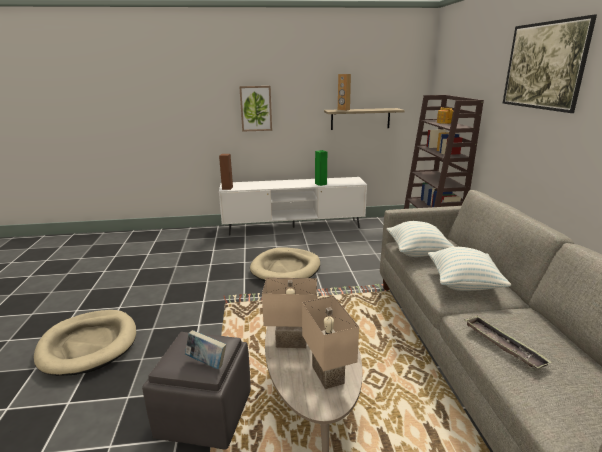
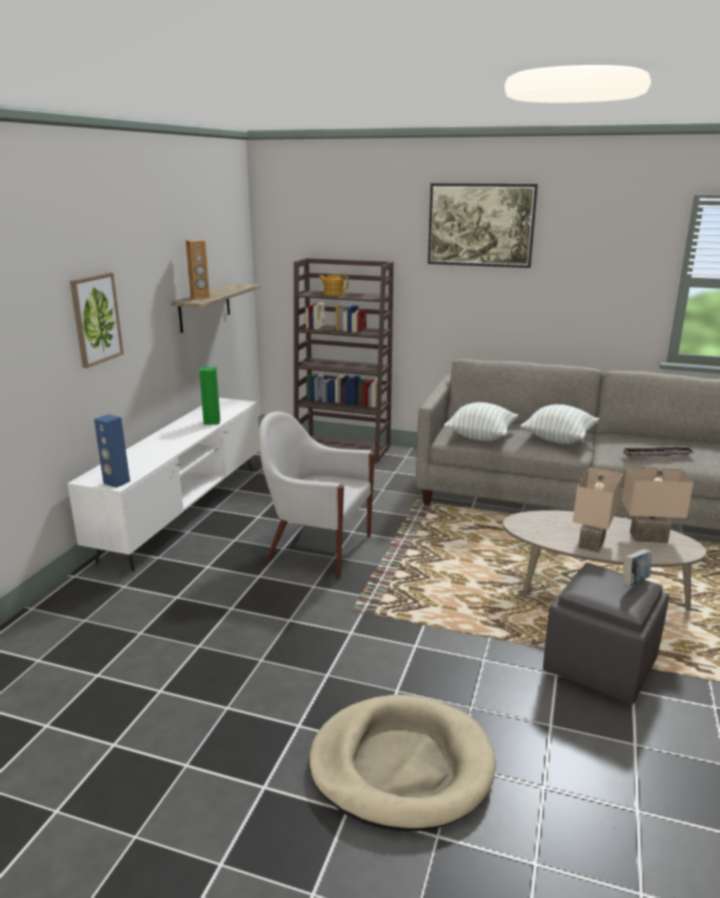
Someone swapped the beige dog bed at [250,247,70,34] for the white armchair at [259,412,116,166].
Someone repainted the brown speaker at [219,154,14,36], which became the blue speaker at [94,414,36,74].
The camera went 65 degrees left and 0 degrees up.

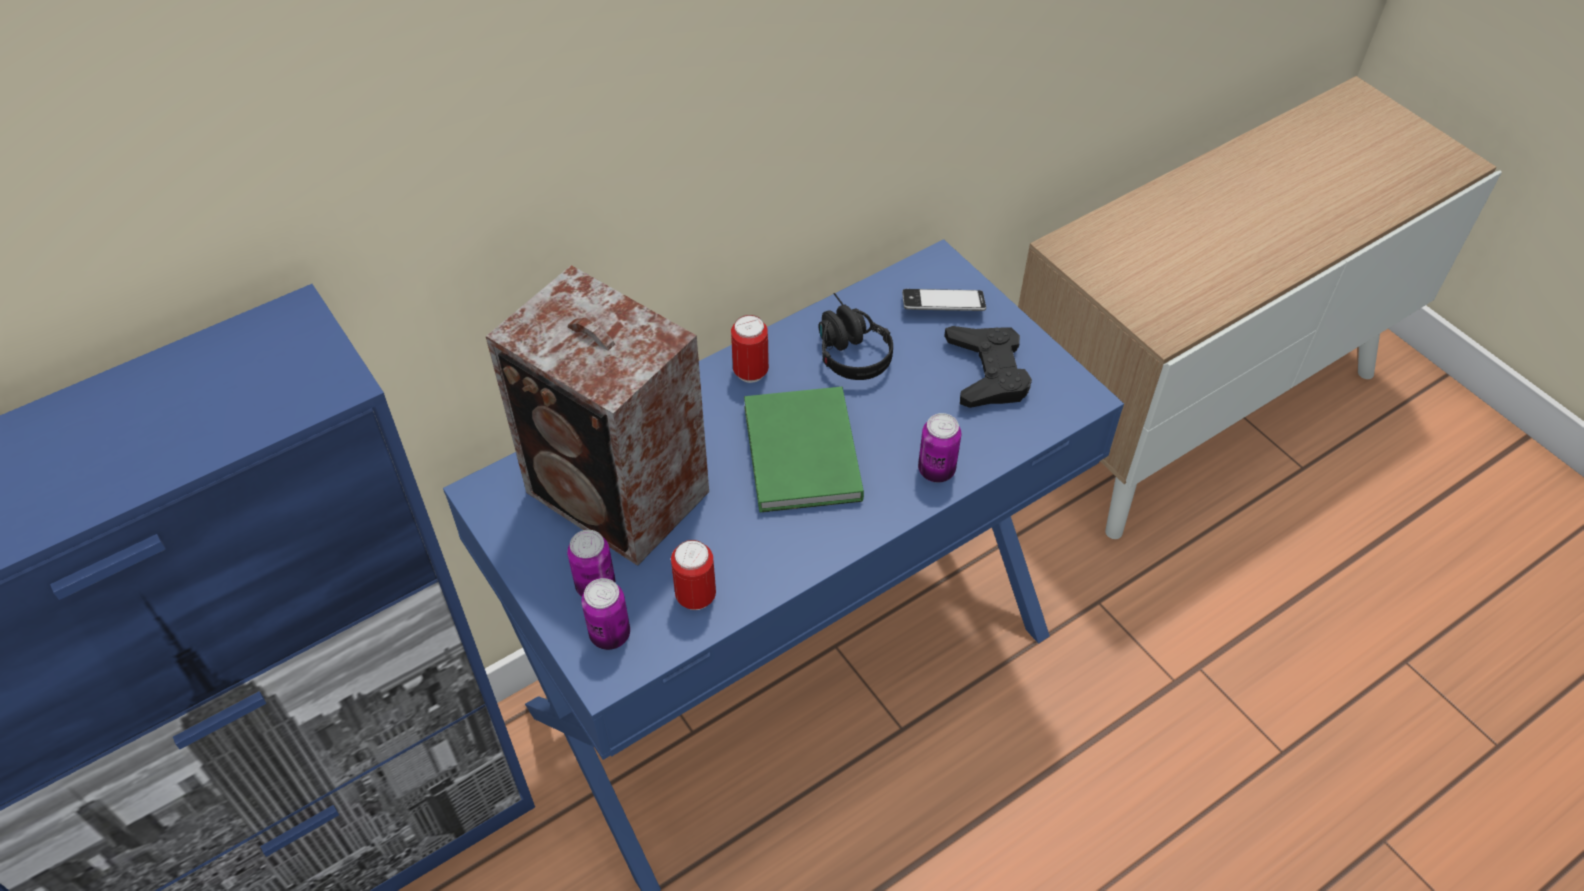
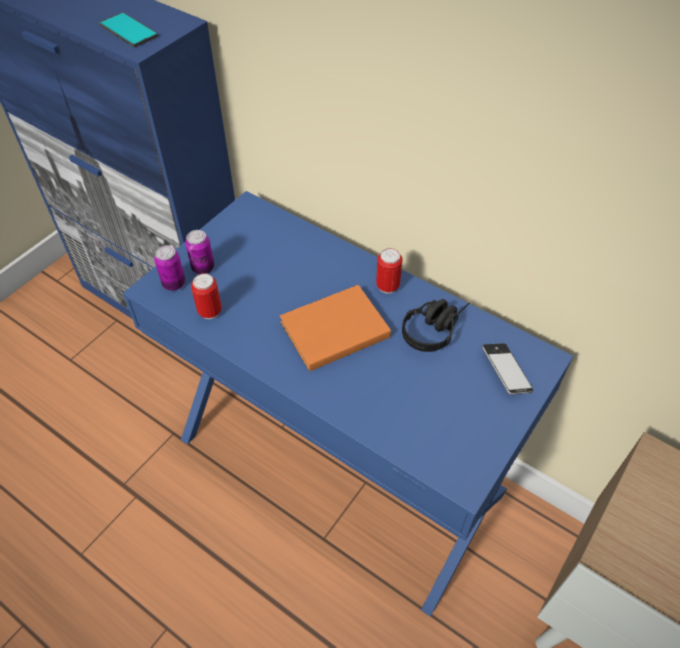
Someone took away the speaker at [486,265,223,301].
Someone took away the can at [918,413,43,69].
Someone took away the black game controller at [944,326,88,82].
Someone put down the phone at [99,12,59,36].
Someone repainted the green book at [744,387,120,125], which became the orange book at [280,285,111,86].
The camera went 70 degrees right and 0 degrees up.

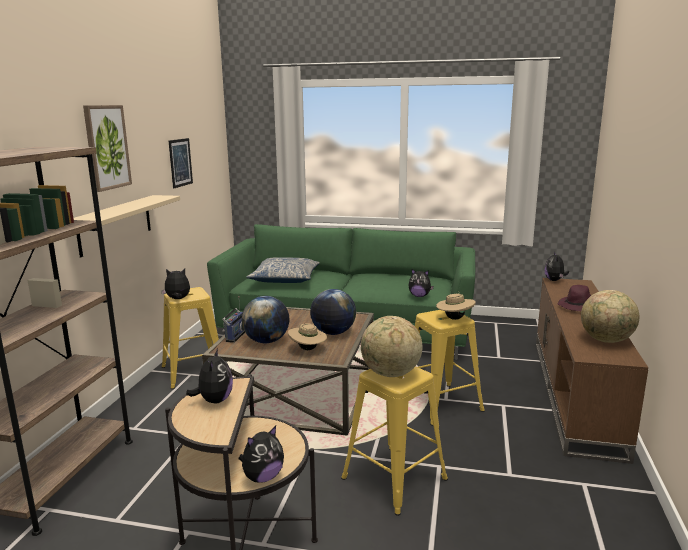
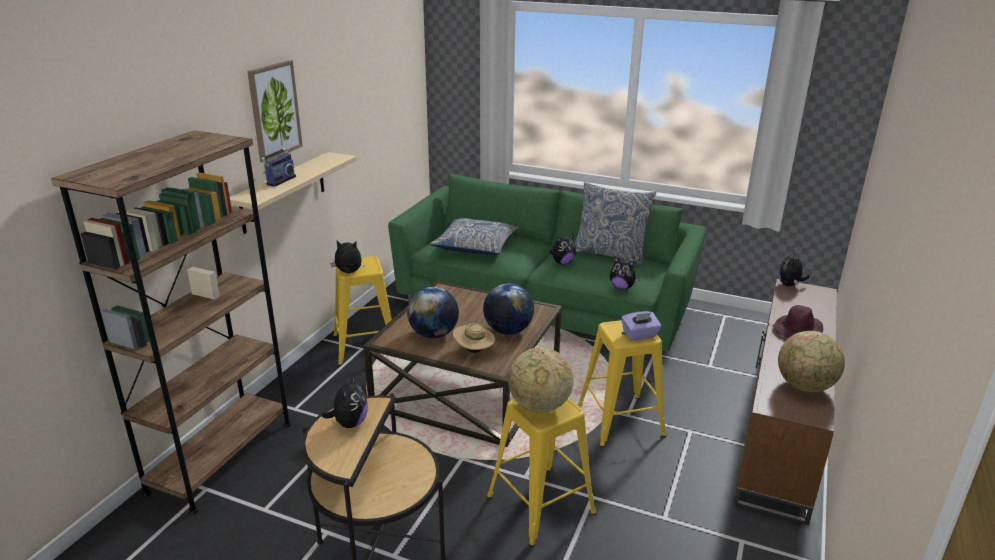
Someone took away the picture at [169,138,24,50].
Someone put down the pillow at [575,182,81,83].
Someone carried the radio from [222,296,23,47] to [261,135,35,52].
Someone carried the plush toy from [239,426,45,57] to [549,234,27,31].
Someone swapped the beige hat at [436,291,40,29] for the purple tissue box at [621,311,40,29].
The camera went 10 degrees right and 10 degrees up.

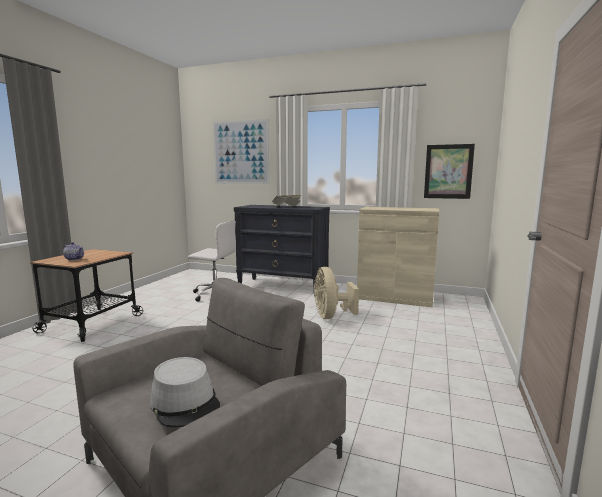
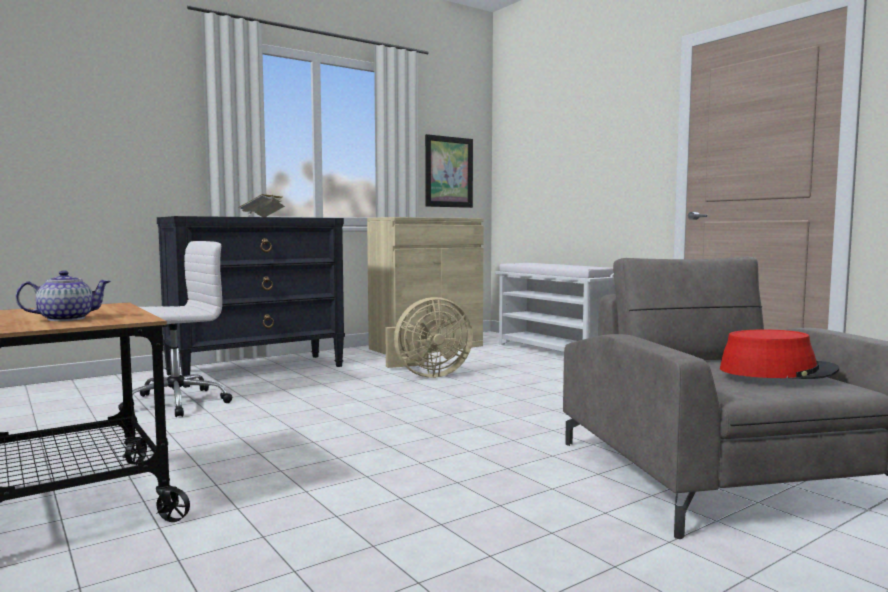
Someone took away the picture at [213,119,56,65].
Someone put down the white bench at [495,263,121,89].
Someone repainted the grey hat at [150,357,70,70], which became the red hat at [720,330,119,49].
Someone rotated the beige fan at [314,267,45,52] by 45 degrees counterclockwise.
The camera went 55 degrees left and 5 degrees down.

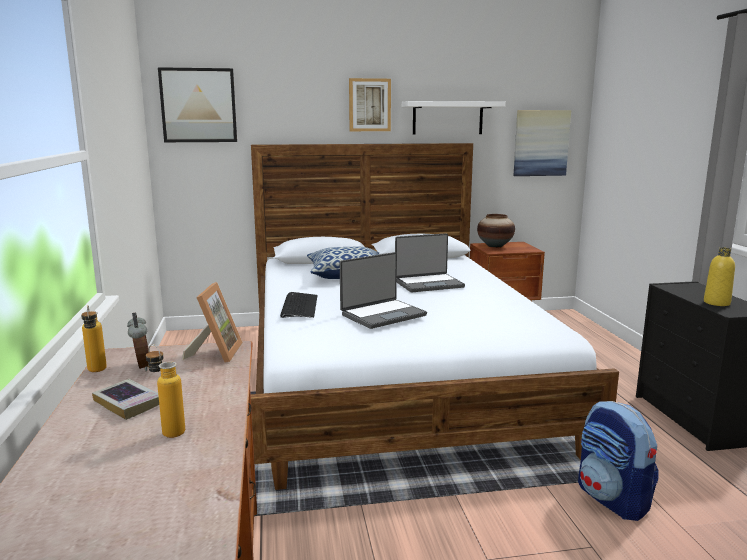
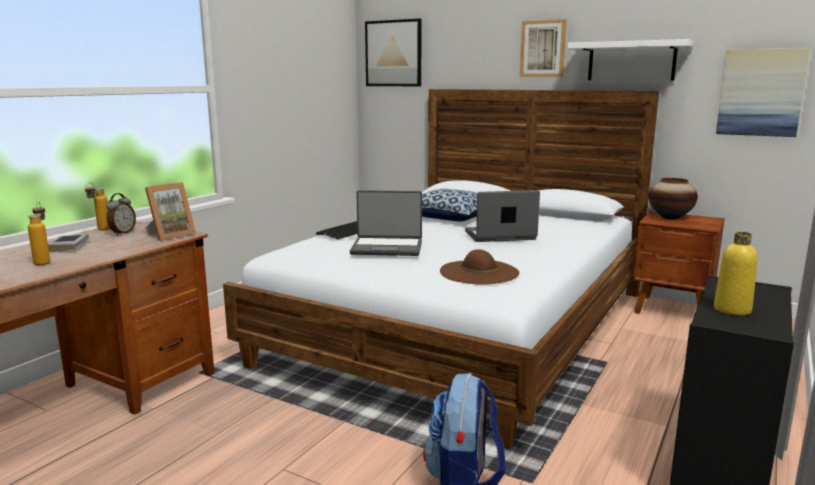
Someone put down the brown hat at [440,249,79,36].
Someone rotated the laptop at [395,233,70,59] by 150 degrees clockwise.
The camera went 40 degrees right and 0 degrees up.

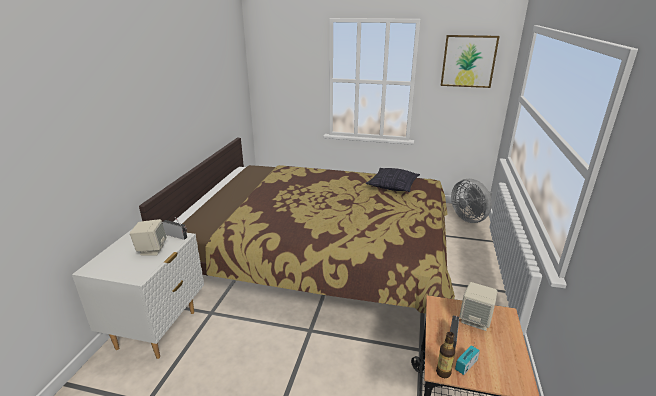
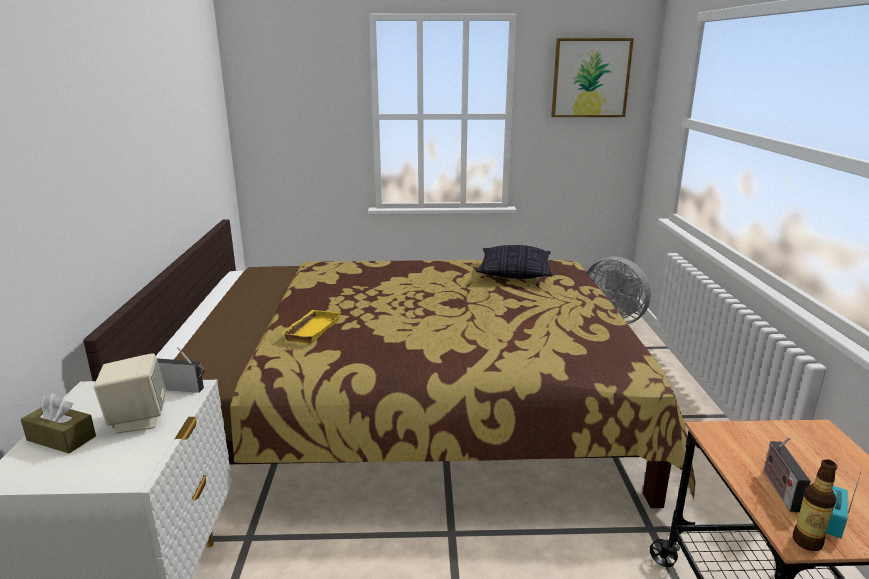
Someone took away the beige speaker at [459,282,38,49].
Someone put down the brown tissue box at [21,393,75,60].
Someone put down the yellow tray at [282,310,59,34].
The camera went 15 degrees left and 5 degrees down.

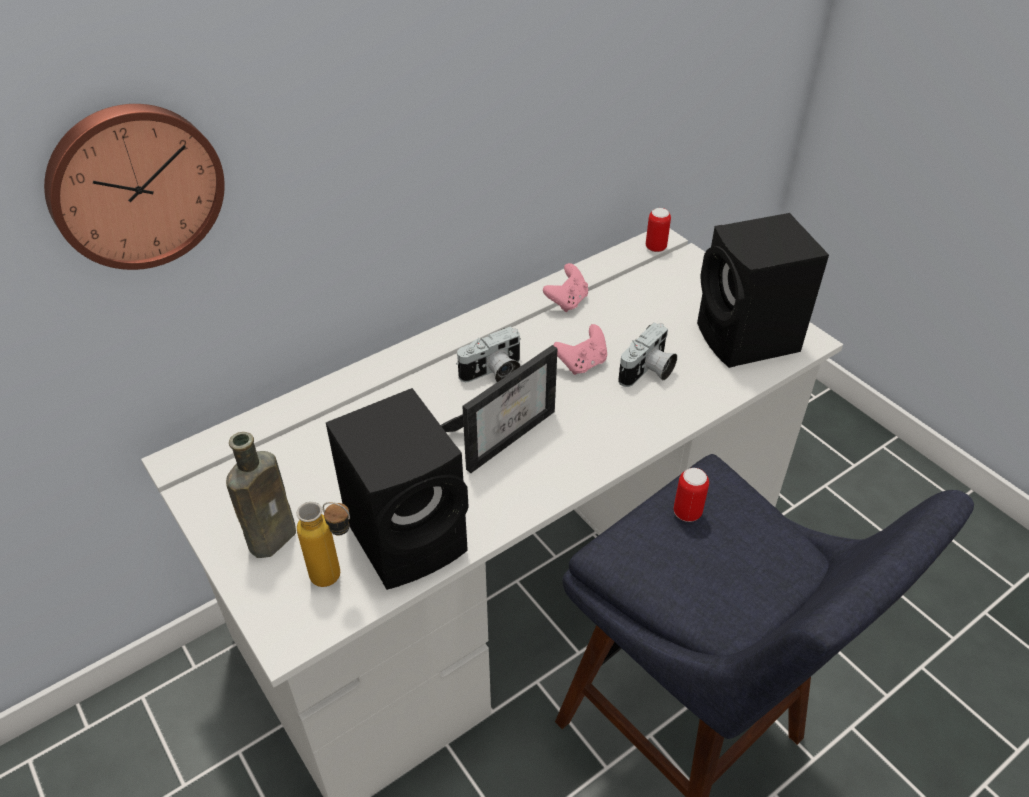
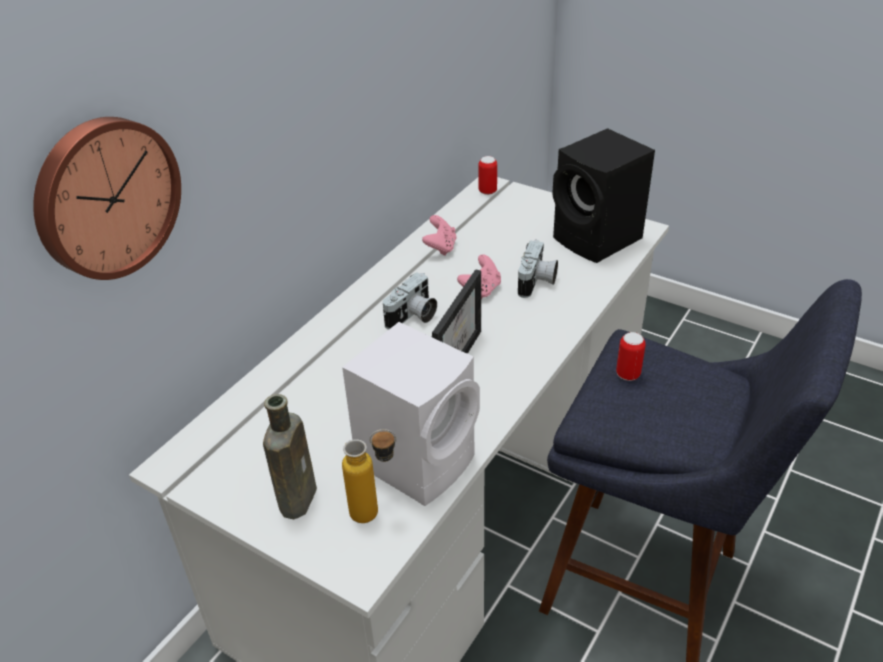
Someone repainted the black speaker at [326,388,143,202], which became the white speaker at [342,322,138,184].
The camera went 20 degrees left and 5 degrees down.

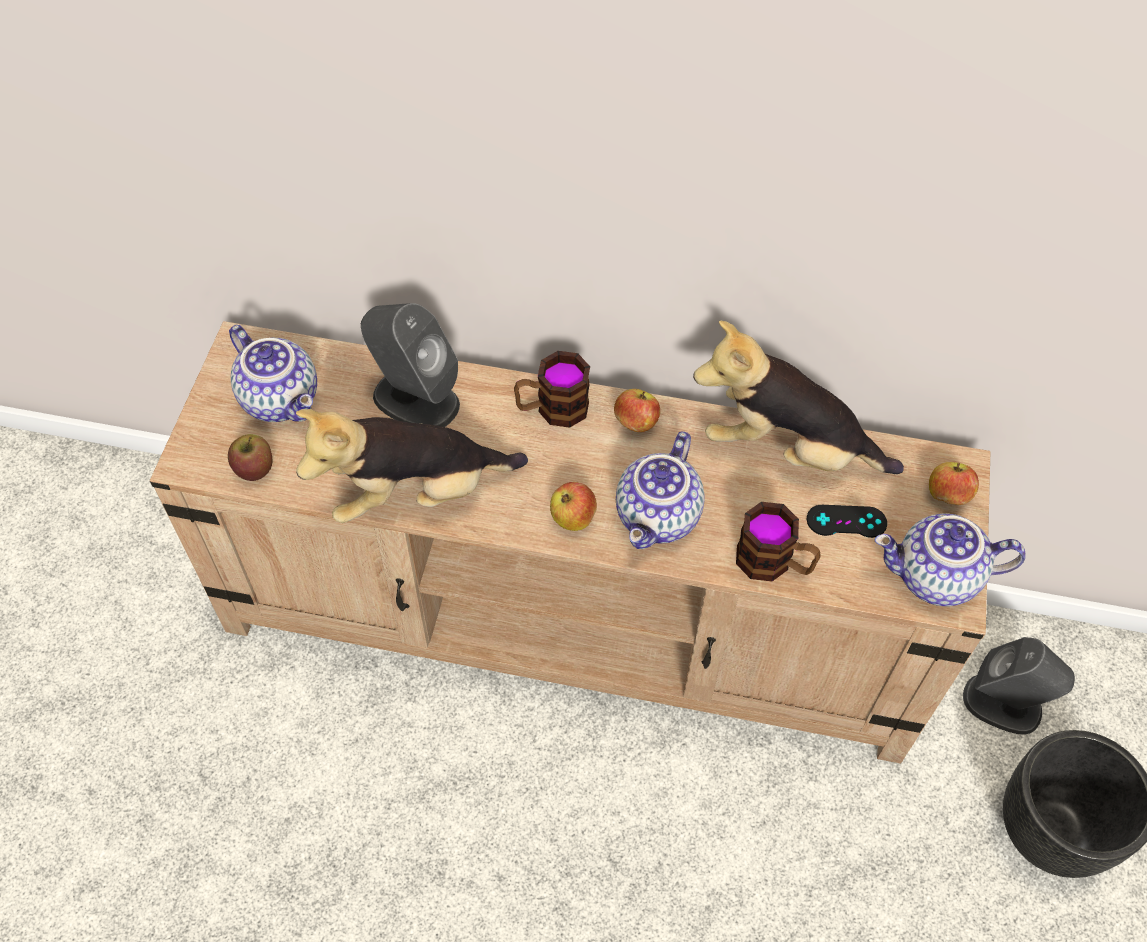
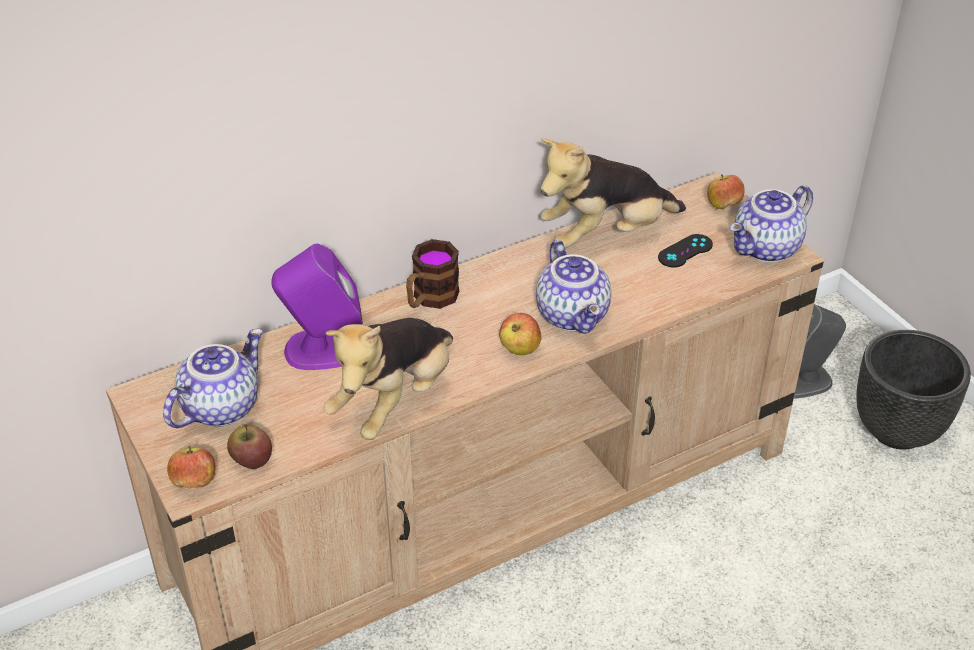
Someone took away the mug at [736,502,85,79].
Someone carried the apple from [614,389,46,43] to [167,446,49,42].
Someone repainted the grey speaker at [361,303,99,124], which became the purple speaker at [271,244,92,126].
Someone rotated the teapot at [229,325,88,97] by 60 degrees counterclockwise.
The camera went 40 degrees left and 15 degrees down.

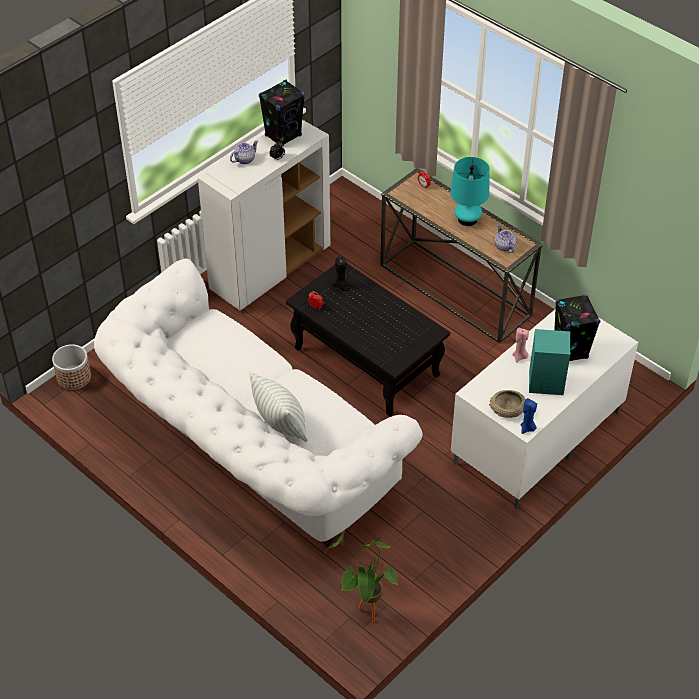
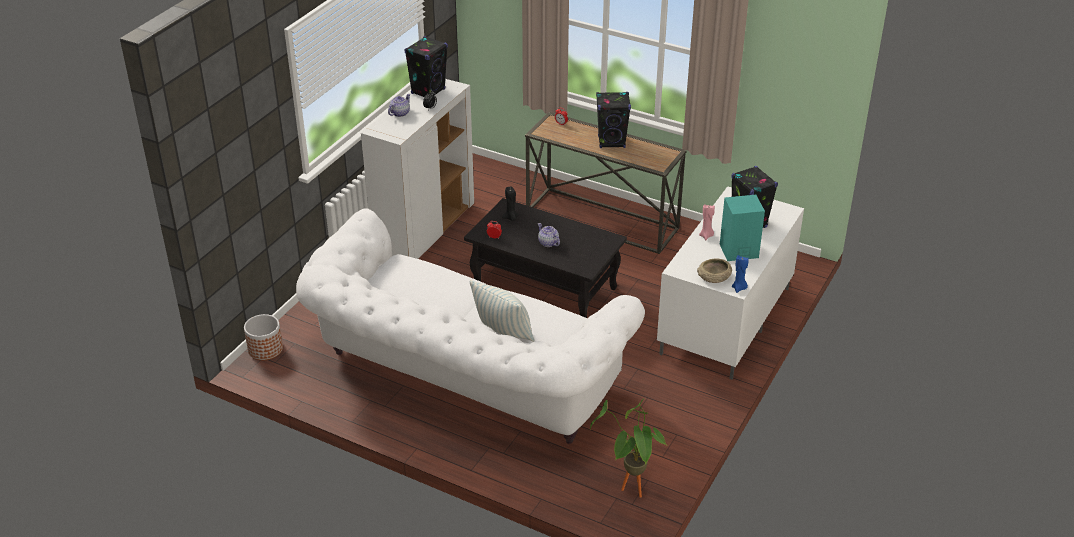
Someone carried the teapot from [495,224,21,29] to [538,223,22,24].
Someone swapped the turquoise table lamp at [450,157,40,69] for the black speaker at [596,92,35,56].
The camera went 15 degrees left and 10 degrees down.

